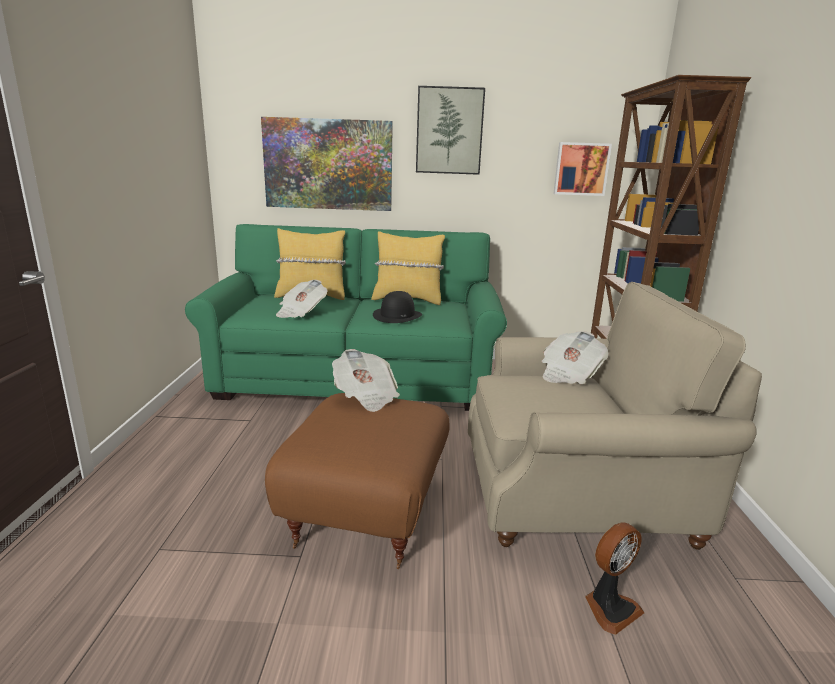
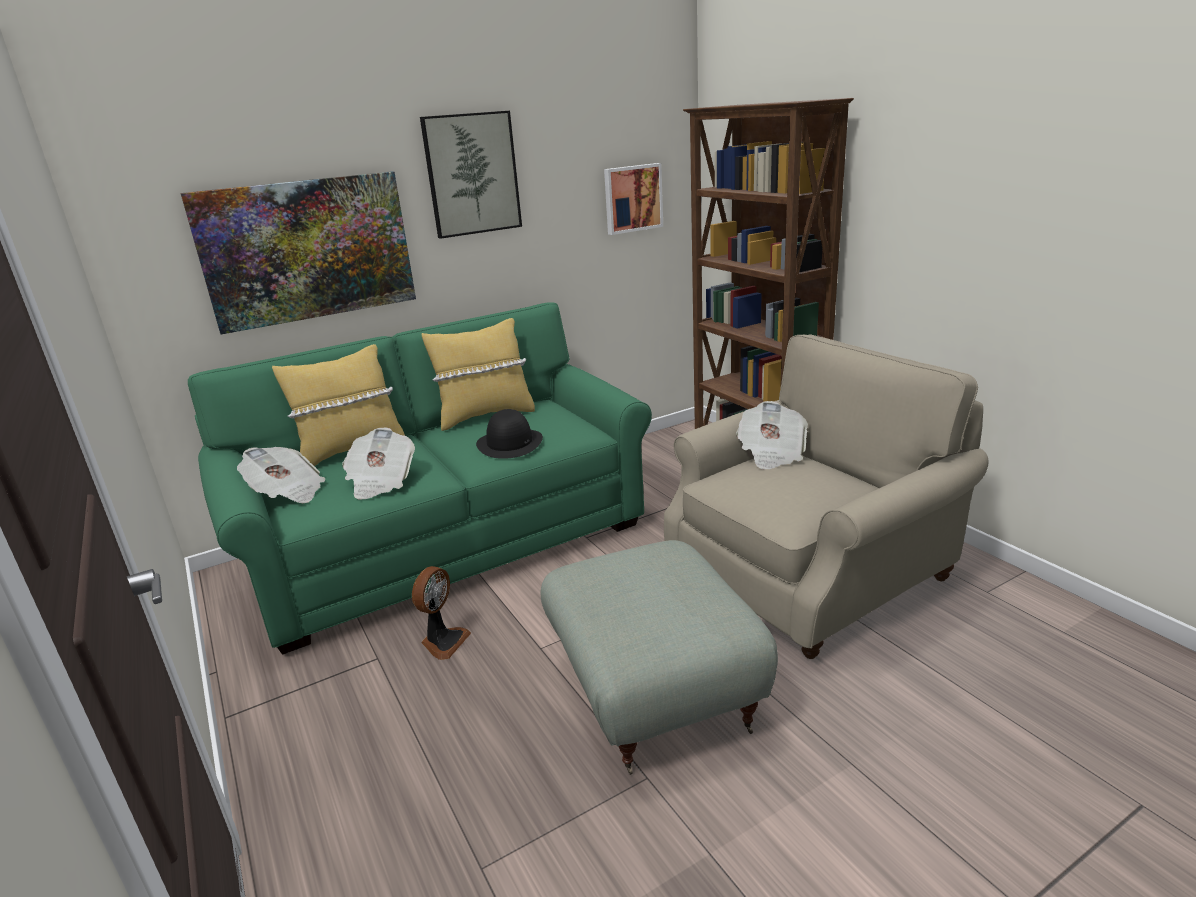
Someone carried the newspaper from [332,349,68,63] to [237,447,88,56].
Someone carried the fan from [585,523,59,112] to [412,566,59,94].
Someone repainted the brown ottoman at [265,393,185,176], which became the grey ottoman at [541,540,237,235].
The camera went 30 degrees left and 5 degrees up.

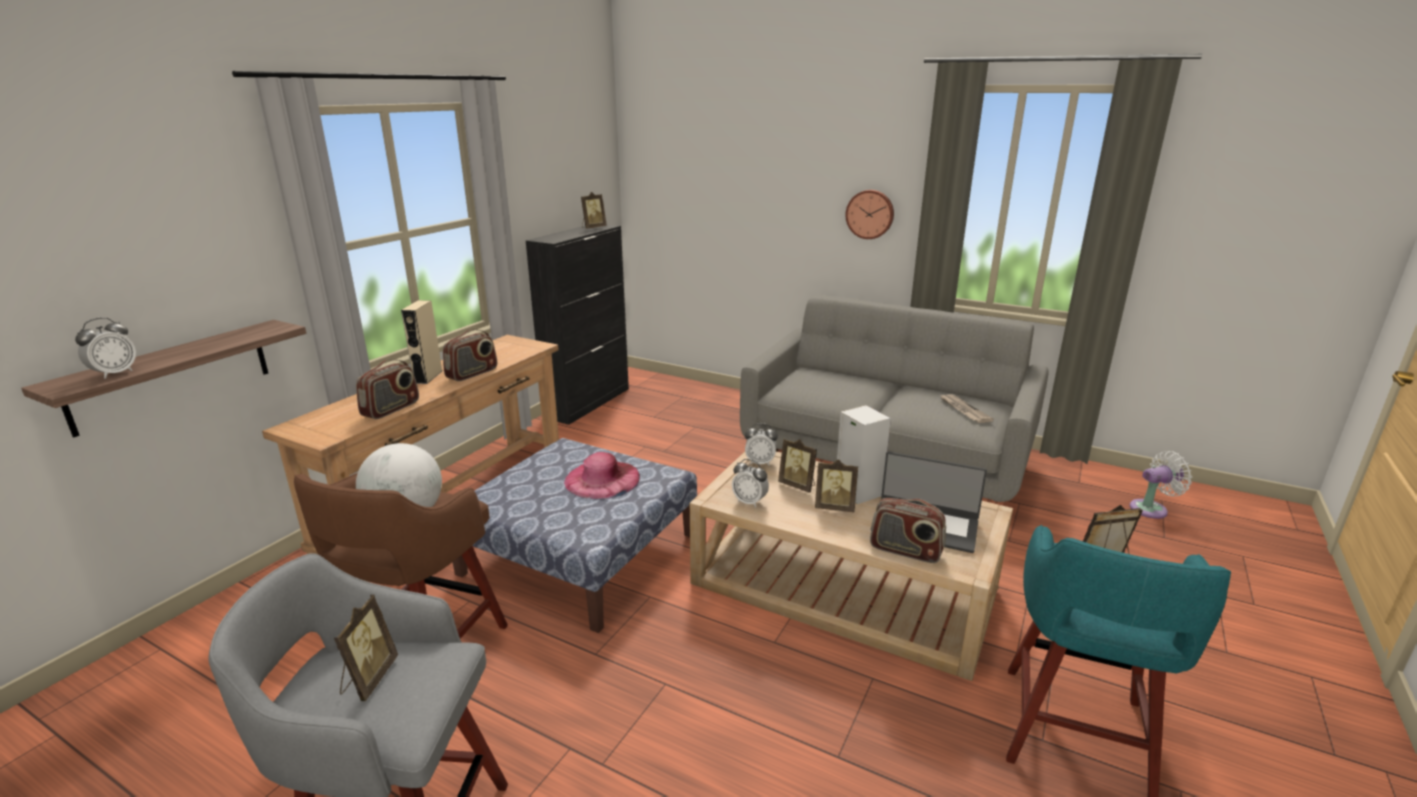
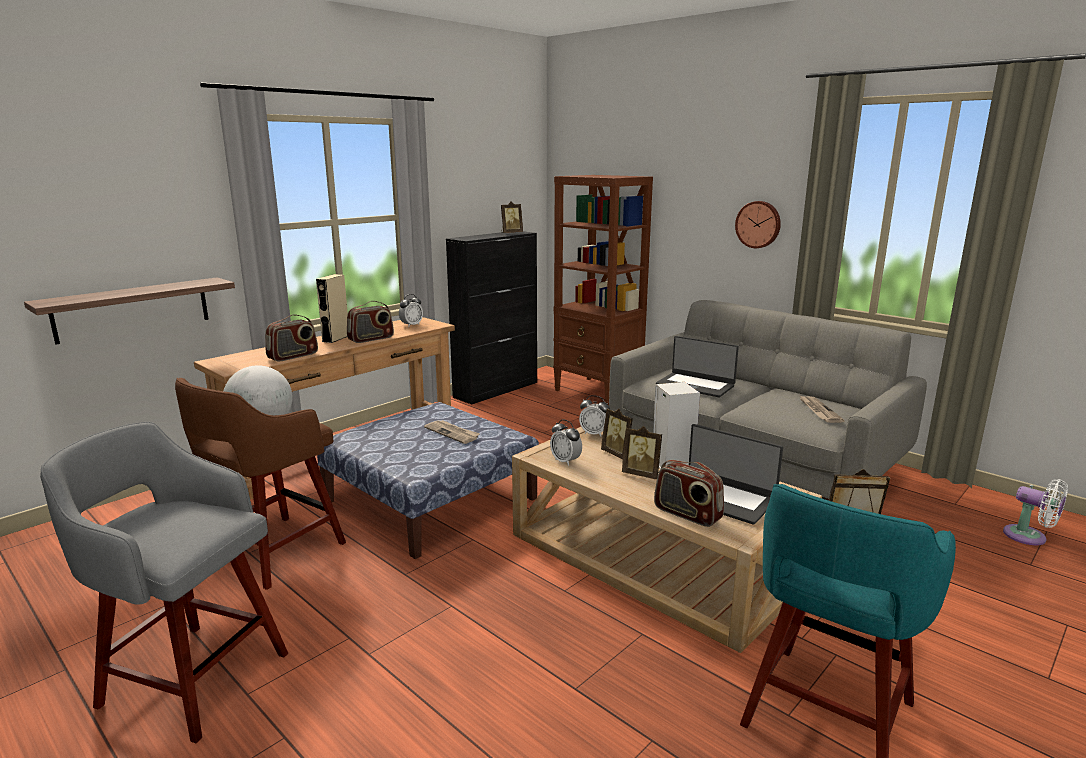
Someone took away the picture frame at [334,595,64,106].
Someone put down the brown bookcase at [553,175,100,230].
Someone put down the laptop at [656,336,83,61].
Someone carried the alarm clock from [75,317,61,62] to [399,294,24,33].
Someone swapped the pink hat at [564,452,76,47] for the newspaper at [424,420,56,24].
Someone rotated the white fan at [1130,451,63,68] by 45 degrees clockwise.
The camera went 15 degrees right and 5 degrees down.

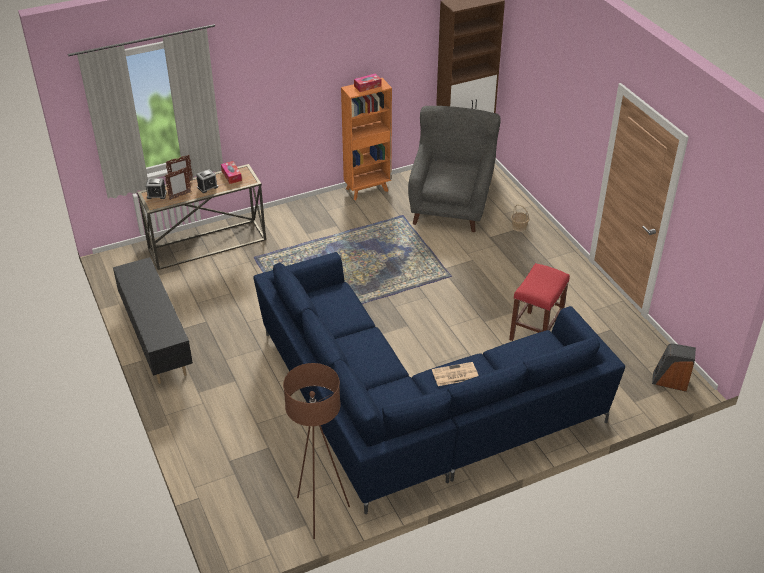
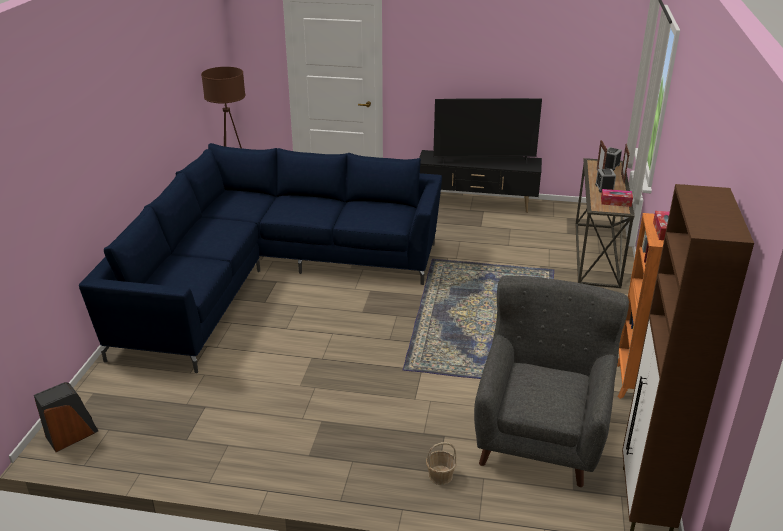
Someone took away the newspaper at [432,362,47,24].
Someone took away the red stool at [509,263,61,78].
Someone put down the television at [433,98,109,66].
Someone rotated the grey armchair at [408,106,93,126] by 120 degrees counterclockwise.
The camera went 125 degrees right and 10 degrees down.

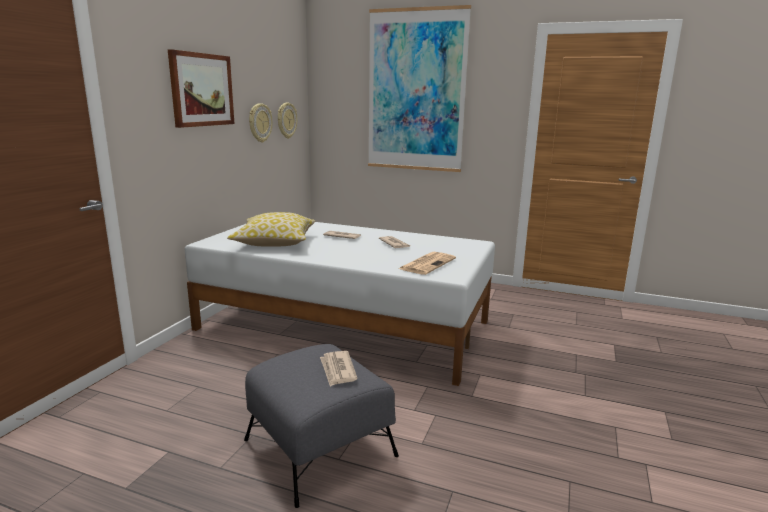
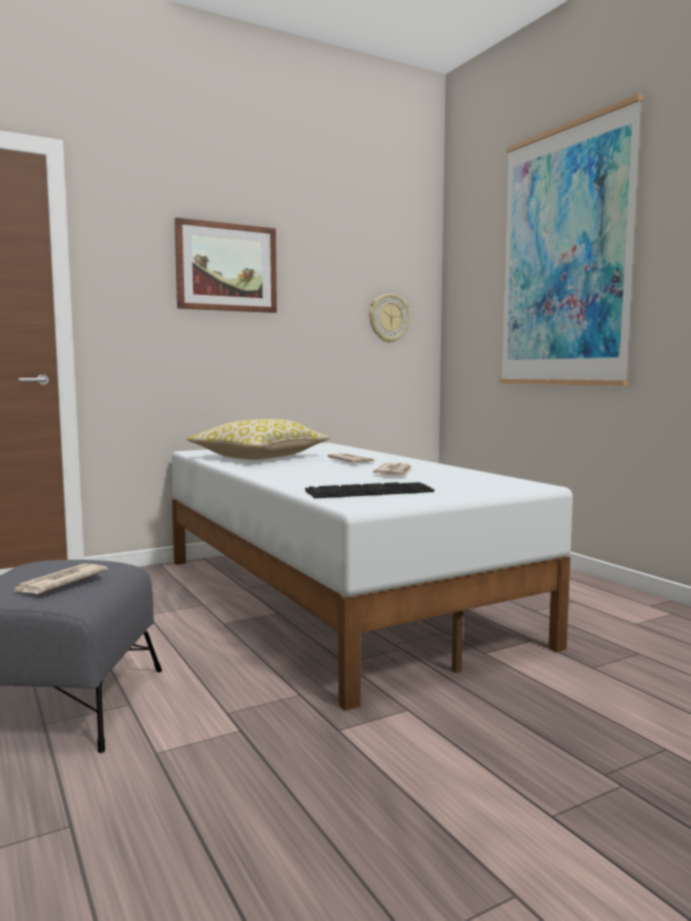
Someone took away the wall clock at [249,103,23,40].
Someone swapped the newspaper at [399,252,57,23] for the keyboard at [305,482,129,16].
The camera went 40 degrees right and 10 degrees down.

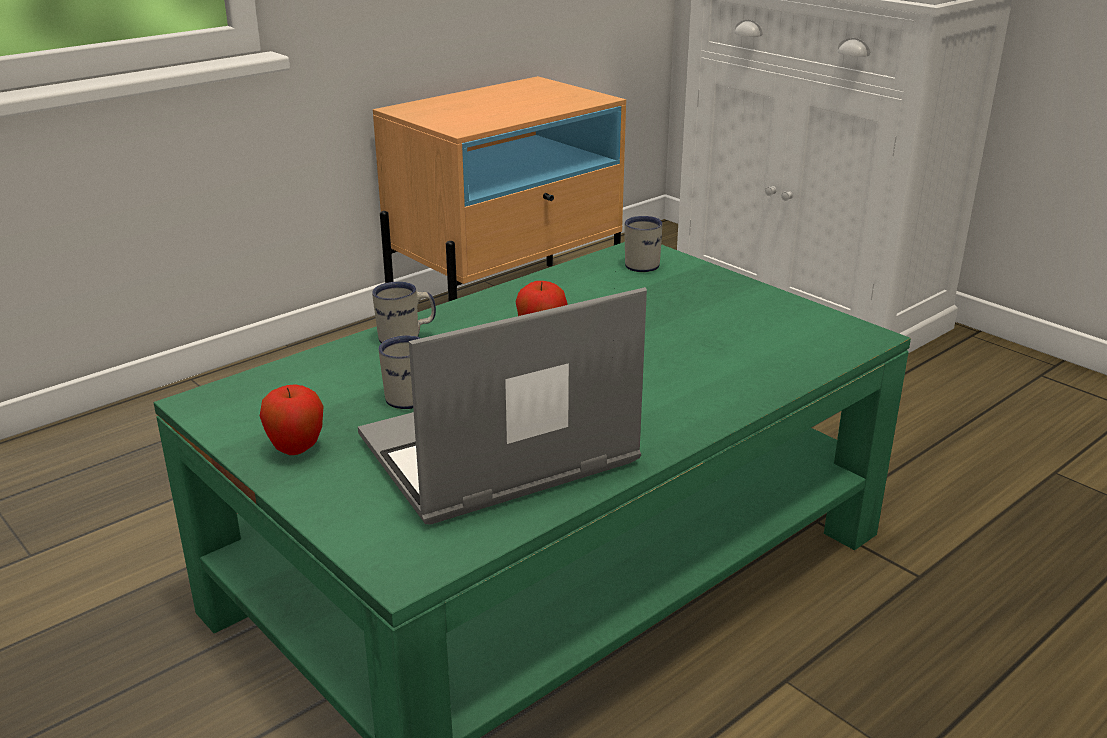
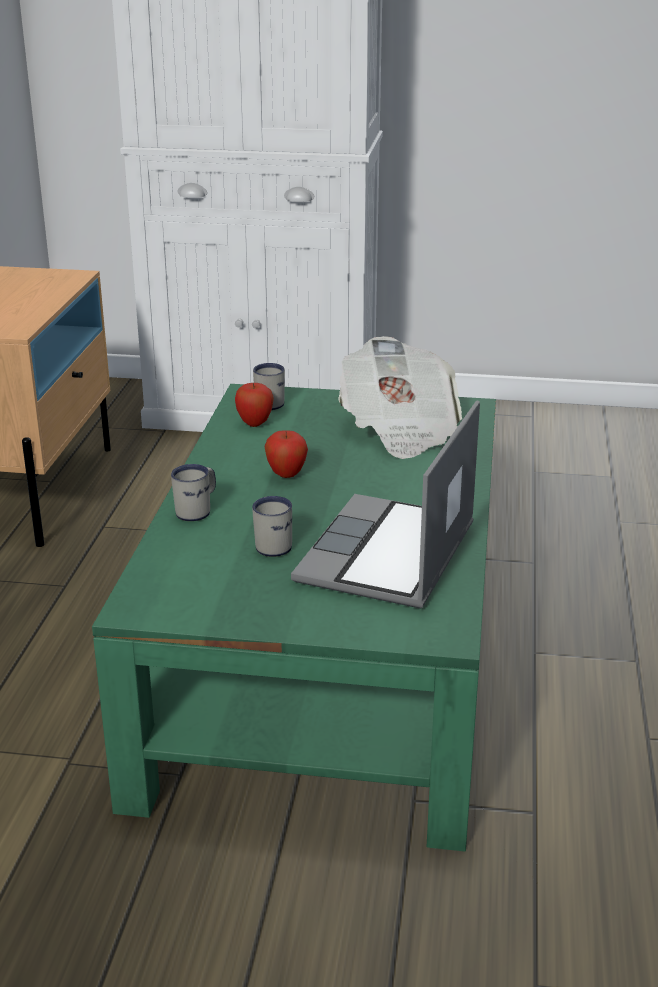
Someone put down the newspaper at [338,336,124,123].
Someone carried the apple from [260,384,63,71] to [235,383,39,44].
The camera went 40 degrees left and 0 degrees up.

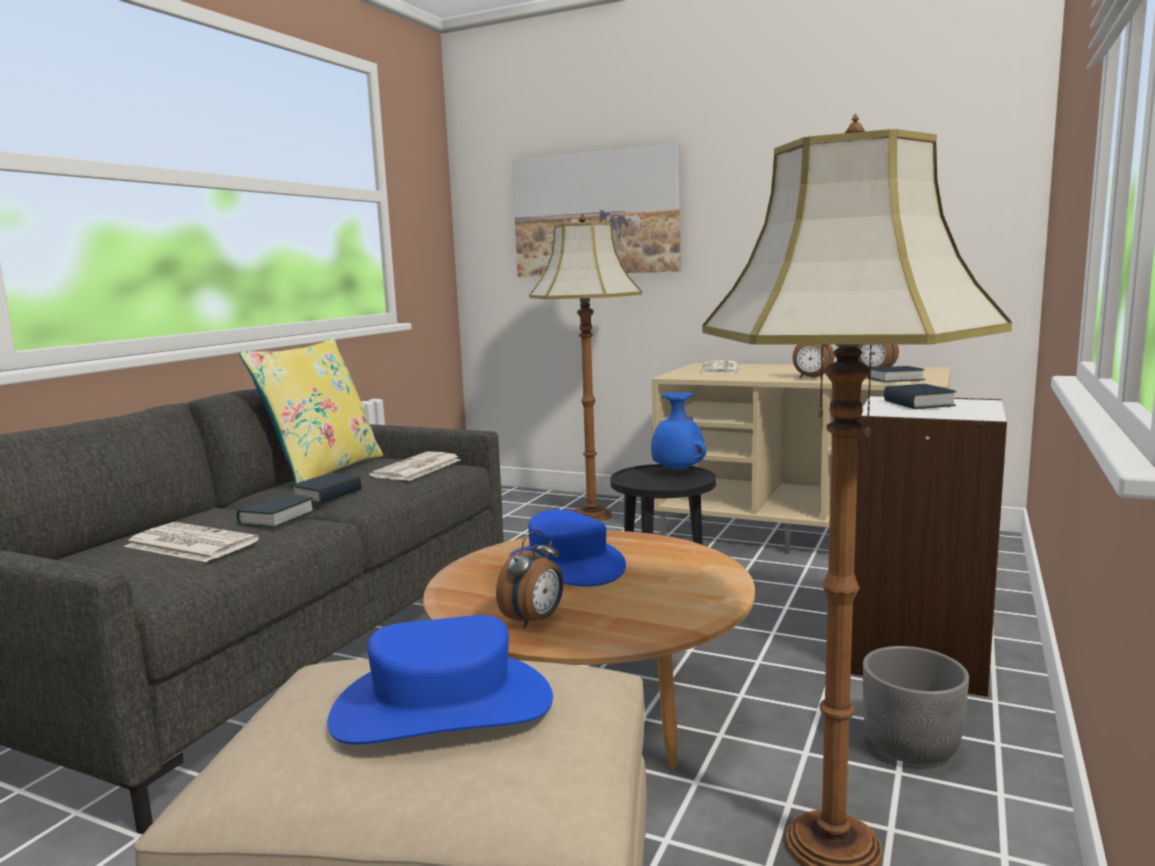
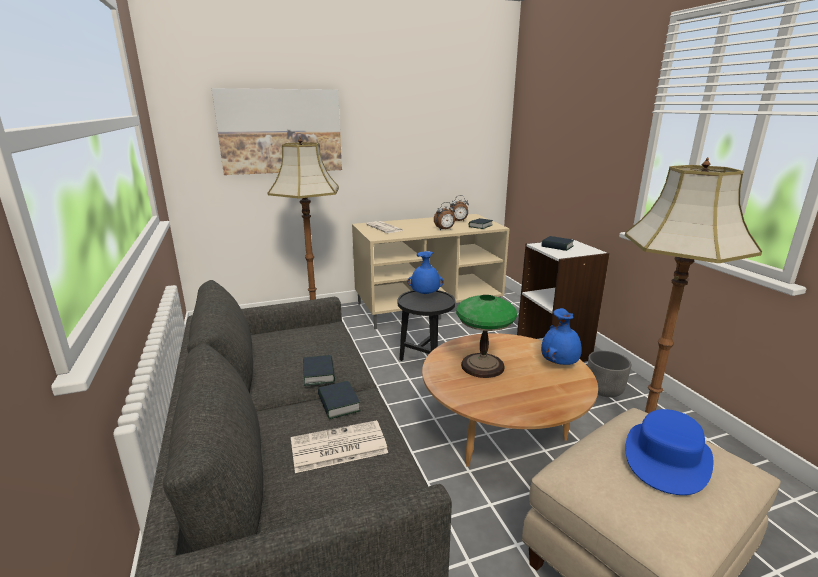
Someone took away the yellow pillow at [239,337,144,147].
Someone took away the newspaper at [369,452,92,29].
Someone took away the alarm clock at [496,530,67,98].
Someone put down the blue vase at [541,308,41,57].
Someone swapped the blue hat at [511,510,115,76] for the table lamp at [456,295,61,83].
The camera went 45 degrees left and 10 degrees up.

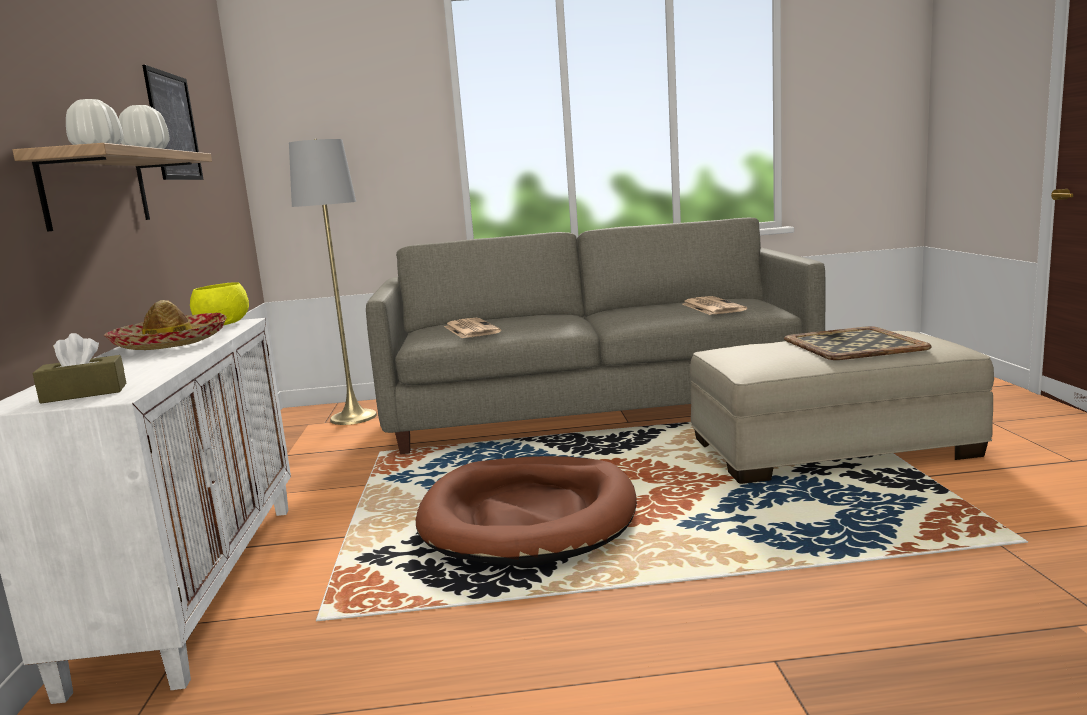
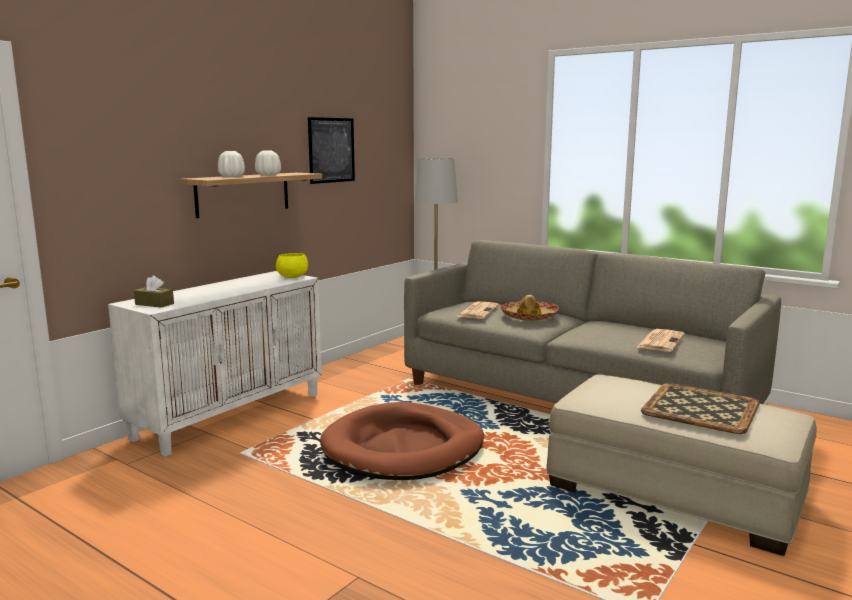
Someone carried the hat from [104,300,123,50] to [500,295,59,26].
The camera went 40 degrees right and 0 degrees up.

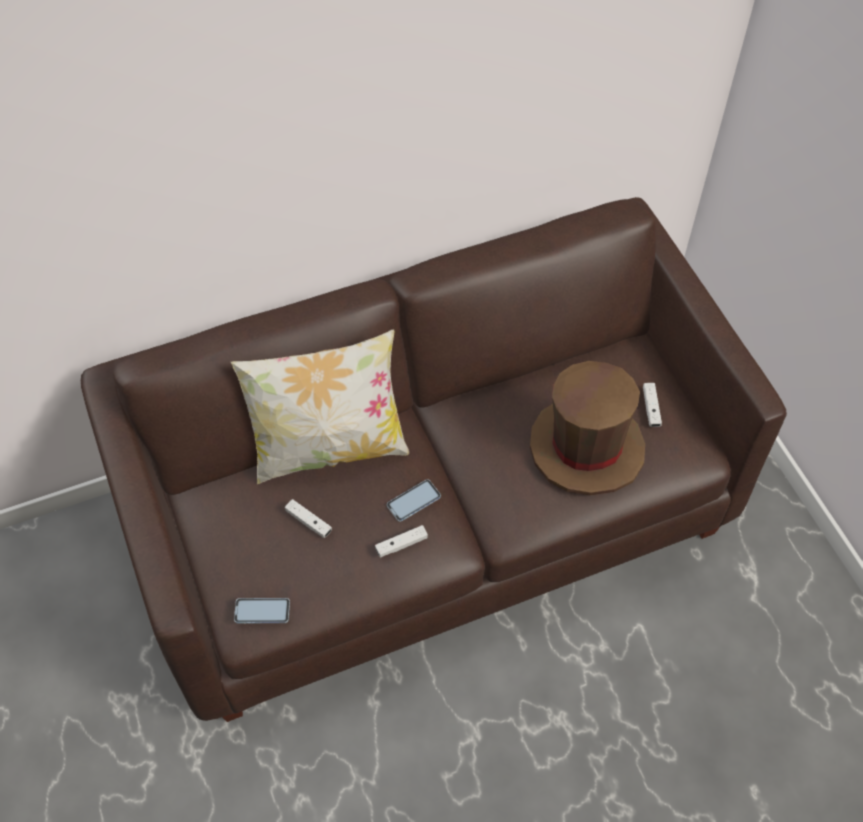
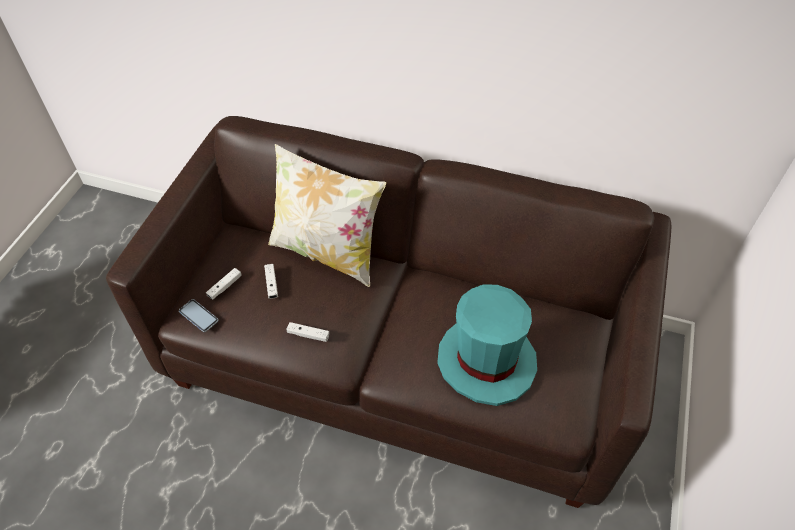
Someone took away the phone at [387,479,54,43].
Someone carried the white game controller from [643,383,19,44] to [206,268,36,31].
Someone repainted the brown hat at [530,361,115,134], which became the turquoise hat at [437,284,100,122].
The camera went 40 degrees right and 5 degrees down.

